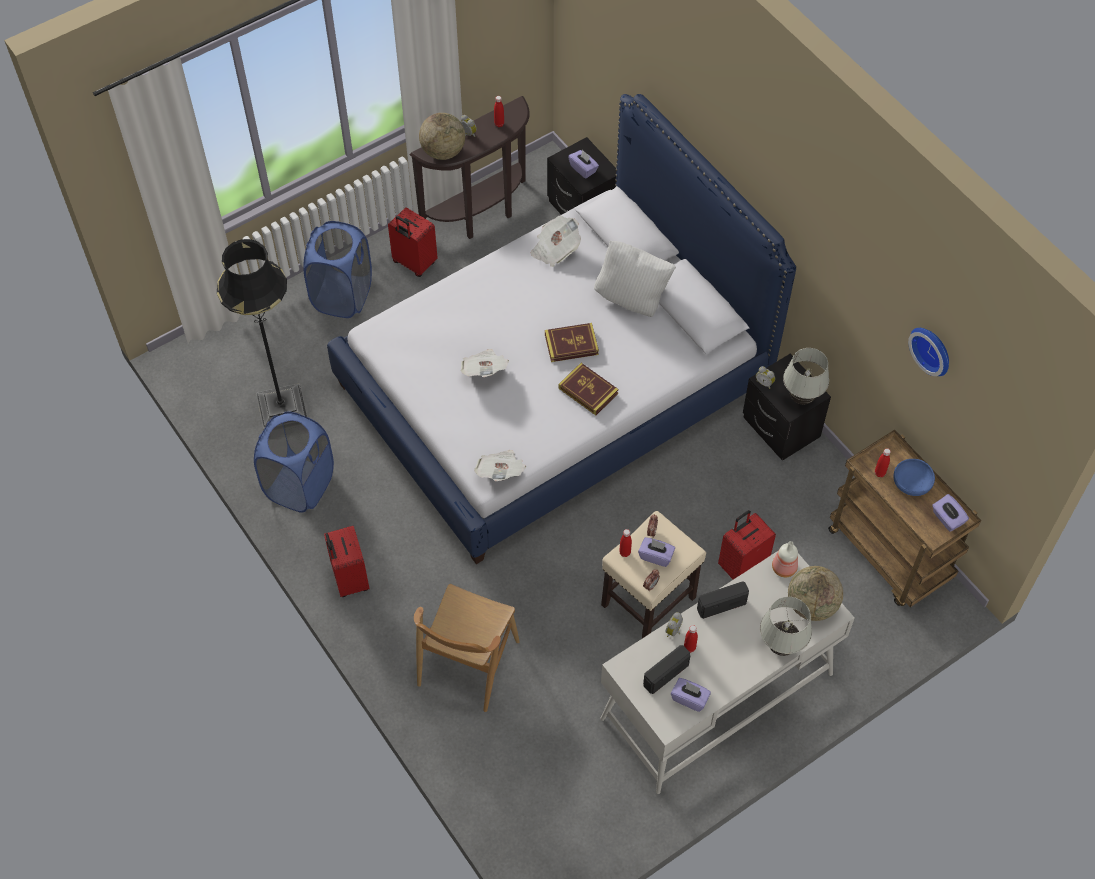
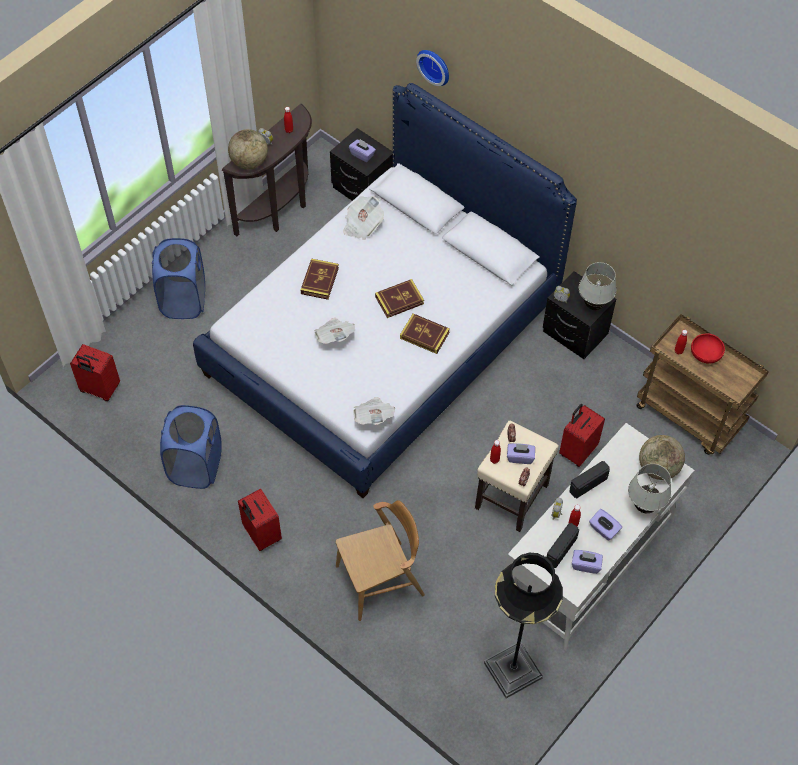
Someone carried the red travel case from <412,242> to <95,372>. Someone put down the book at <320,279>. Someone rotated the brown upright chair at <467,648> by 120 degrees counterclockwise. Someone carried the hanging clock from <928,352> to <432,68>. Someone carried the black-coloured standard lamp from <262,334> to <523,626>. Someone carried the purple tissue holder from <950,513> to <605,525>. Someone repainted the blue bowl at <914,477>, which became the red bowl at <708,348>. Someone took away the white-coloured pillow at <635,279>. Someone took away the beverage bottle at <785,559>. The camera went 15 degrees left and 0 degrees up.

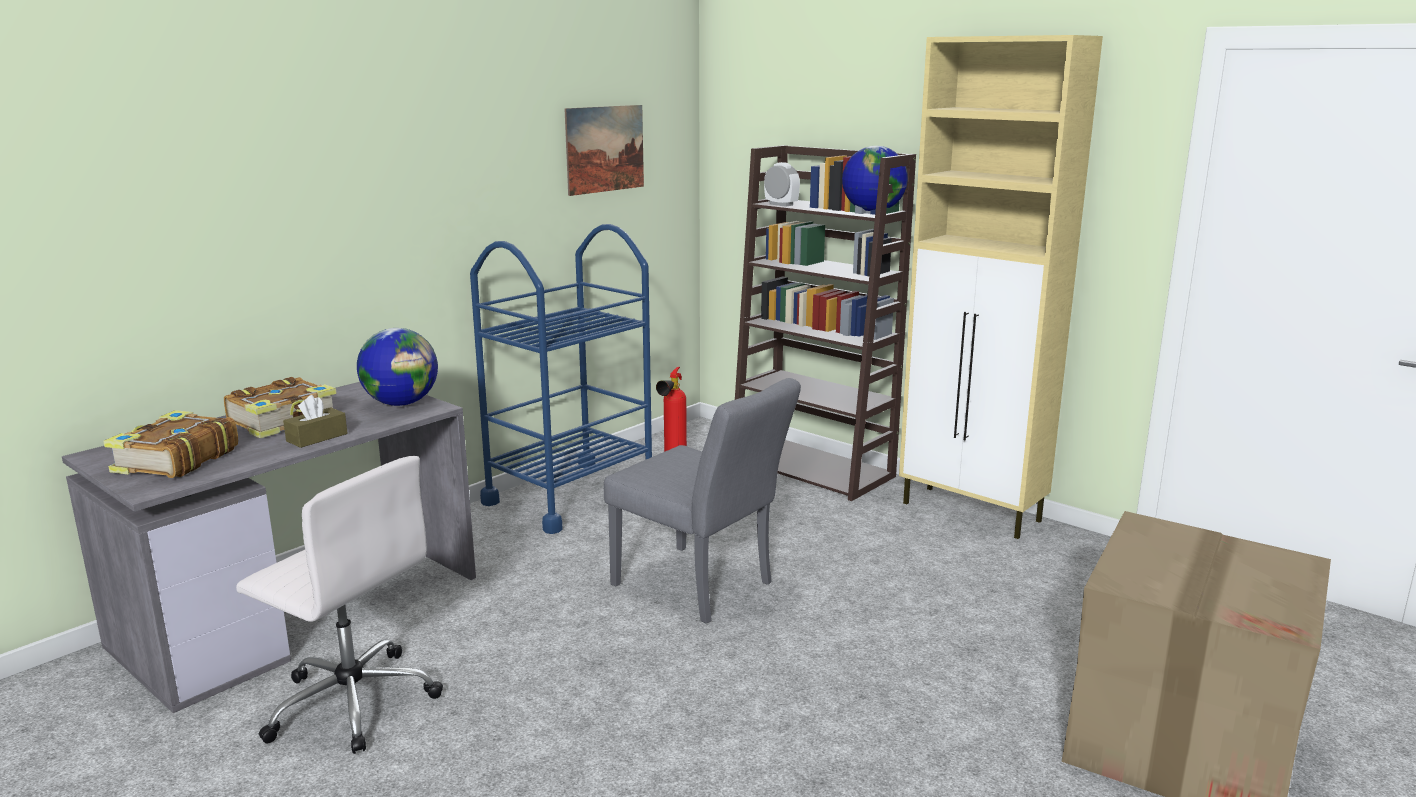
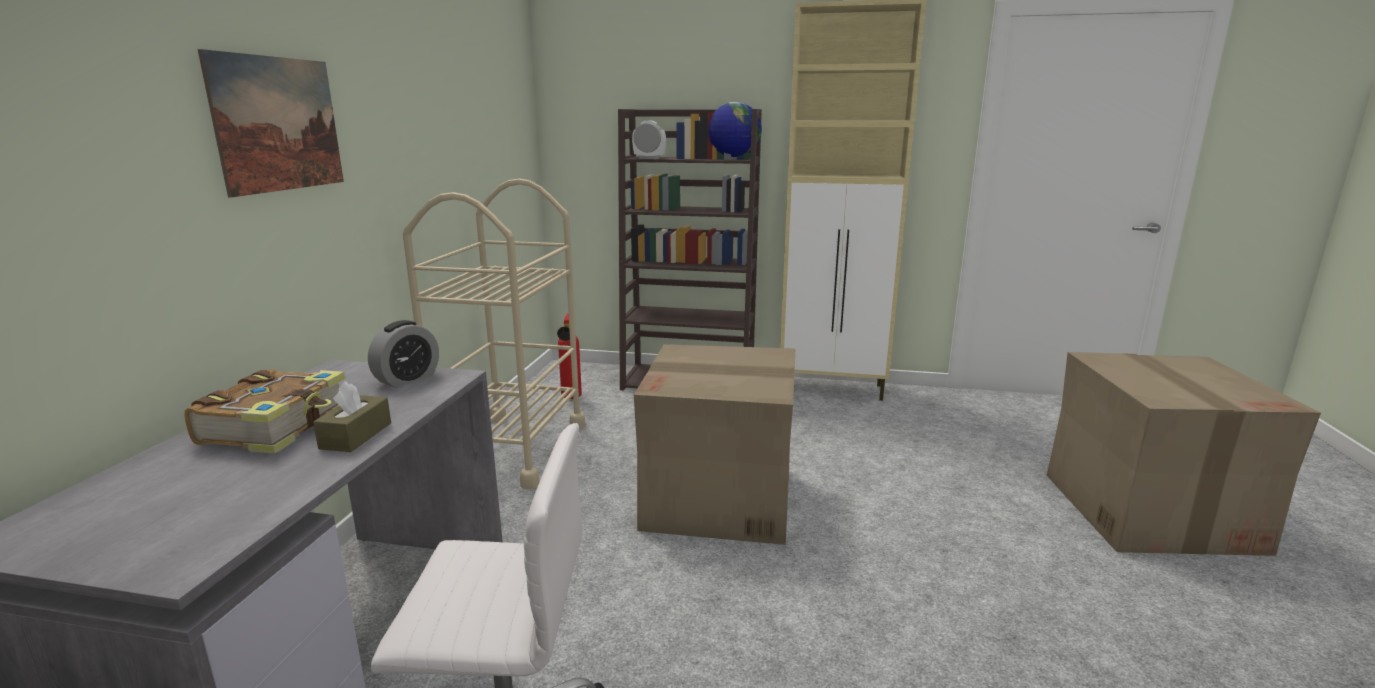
Someone carried the wall art from <604,150> to <271,123>. Someone swapped the world globe at <397,367> for the alarm clock at <403,354>. Someone repainted the blue trolley at <561,379>, which became the beige-coloured trolley at <494,334>. Someone swapped the grey upright chair at <702,501> for the carton at <714,444>. Someone took away the book at <170,444>. The camera went 30 degrees left and 0 degrees up.

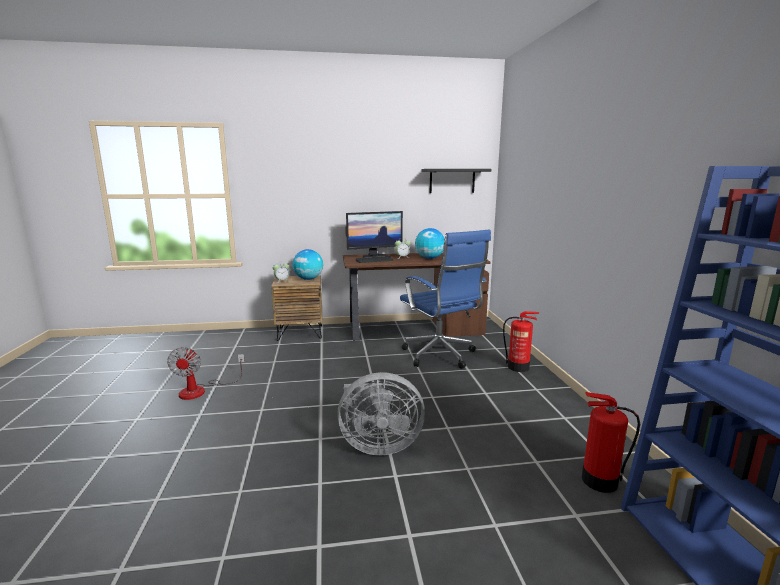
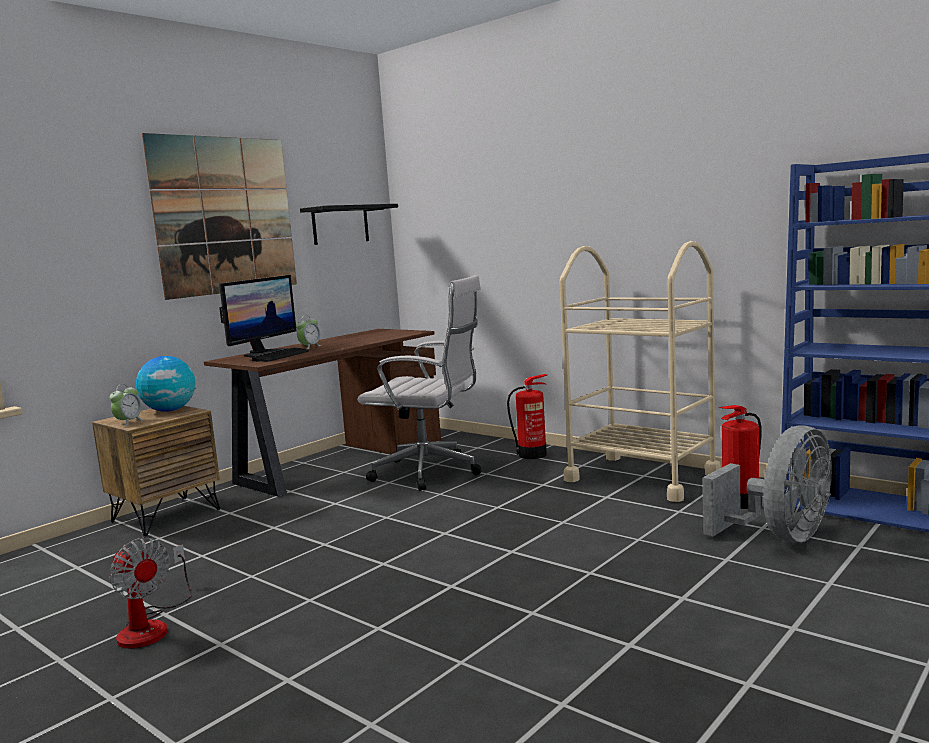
Someone put up the wall art at <219,216>. Someone repainted the blue office chair at <445,299>, which became the white-coloured office chair at <419,383>. Someone put down the beige-coloured trolley at <640,371>. Someone carried the grey fan from <381,413> to <767,484>. Someone took away the world globe at <430,243>. The camera went 40 degrees left and 5 degrees down.

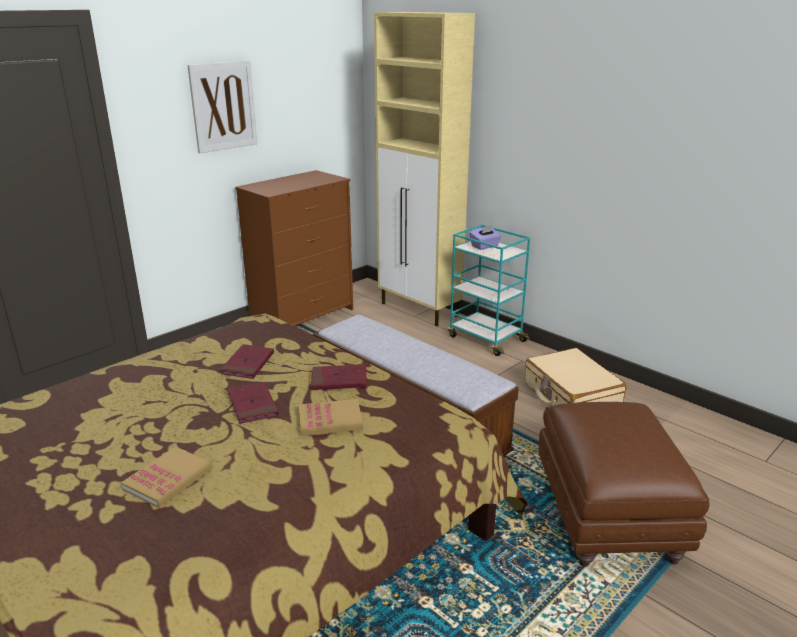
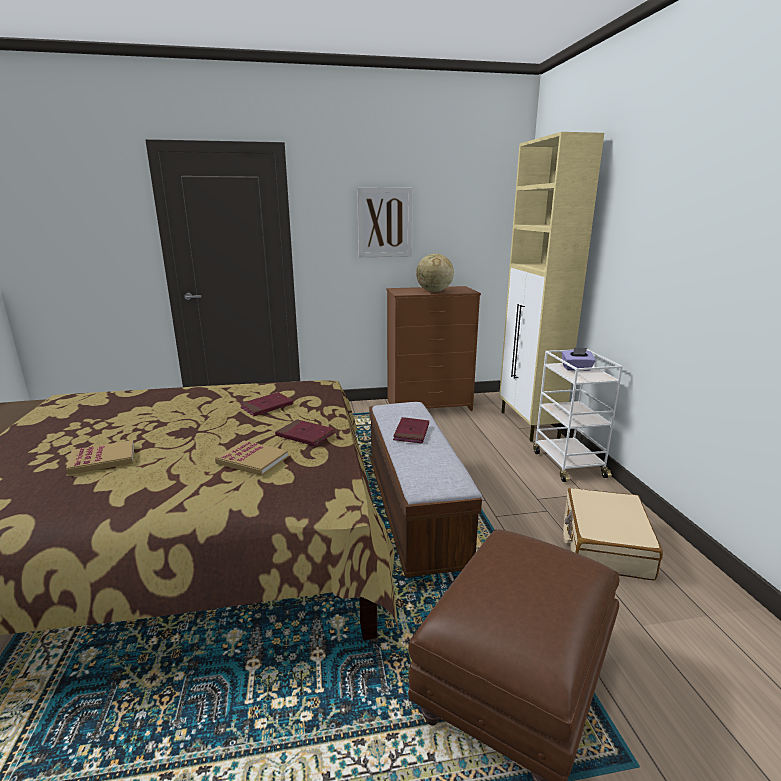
Someone carried the red book from <253,403> to <411,430>. Someone put down the world globe at <435,273>. Someone repainted the blue-green trolley at <489,290>, which became the white-coloured trolley at <578,415>. The camera went 35 degrees right and 5 degrees down.

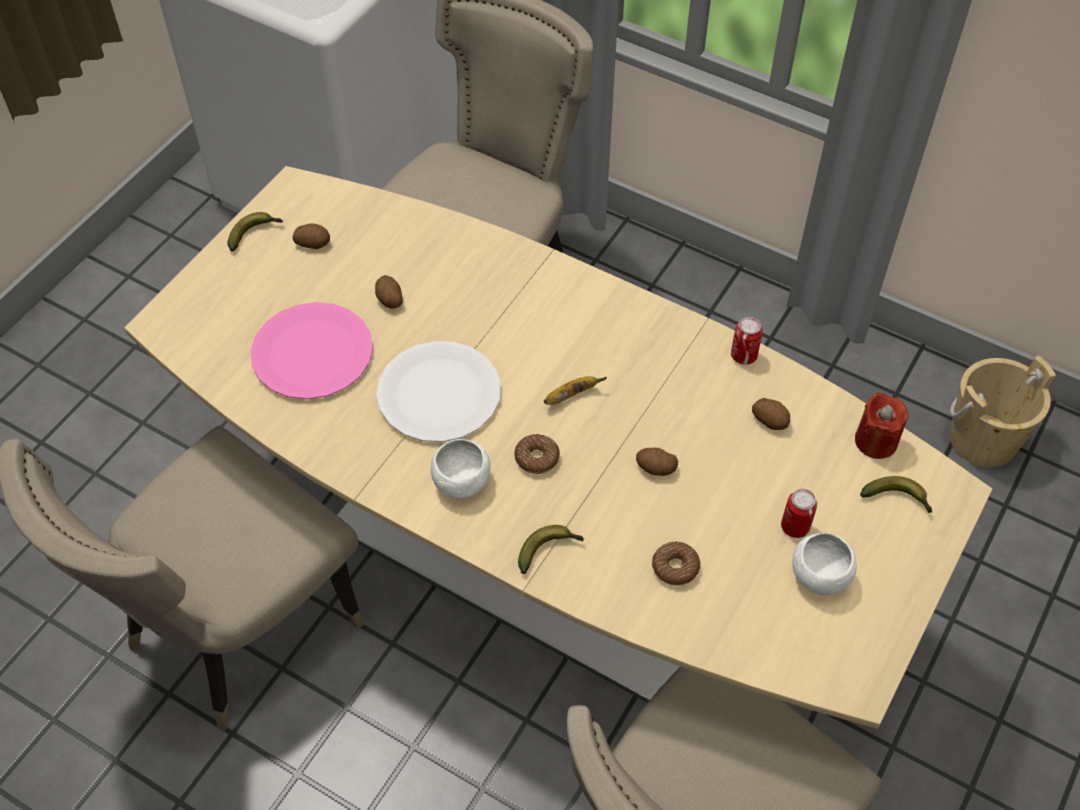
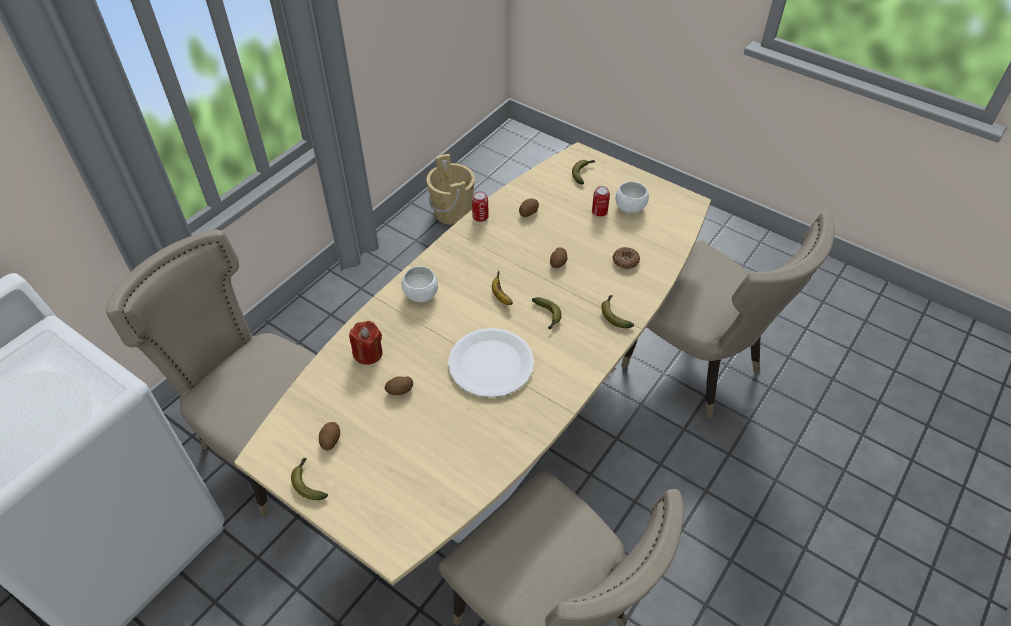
Someone carried the red wax candle from <882,426> to <366,343>. Someone carried the white-coloured bowl from <460,469> to <420,284>. Someone swapped the donut at <537,454> for the banana at <547,313>. Someone took away the pink plate at <311,350>. The camera went 85 degrees left and 5 degrees down.

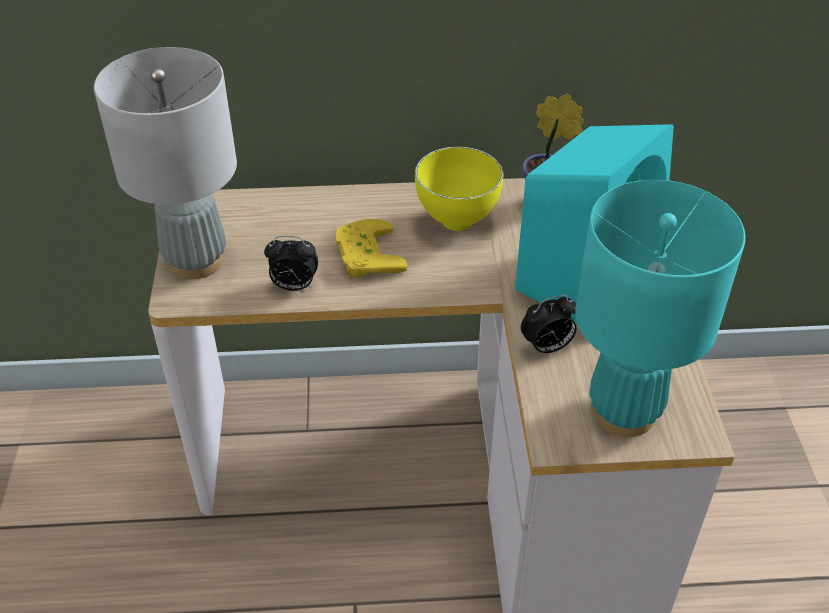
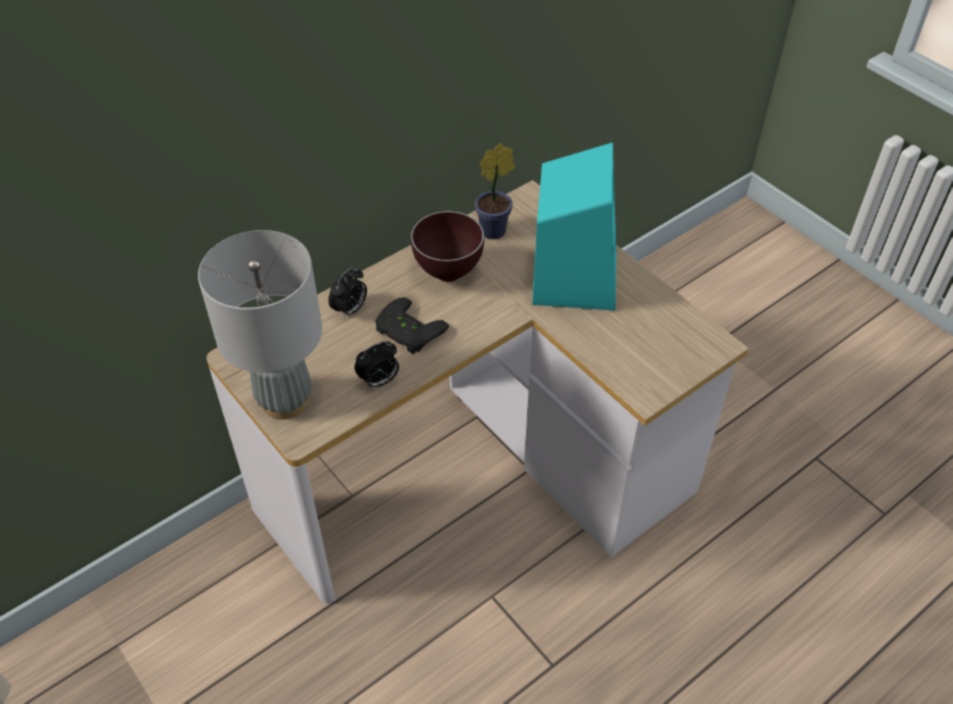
Someone carried the alarm clock from <549,324> to <347,293>. Someone repainted the yellowish gamepad at <372,248>, which became the black-coloured gamepad at <412,325>. Someone repainted the yellowish bowl at <459,188>, which became the brown bowl at <447,246>. Someone took away the blue-green tabletop lamp at <660,308>. The camera went 35 degrees left and 5 degrees up.

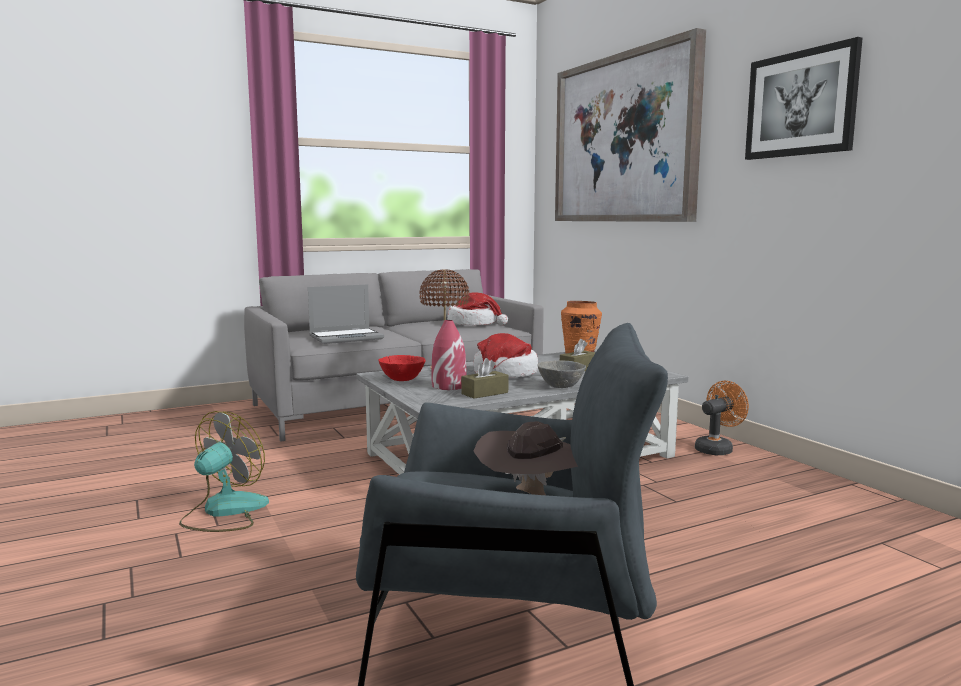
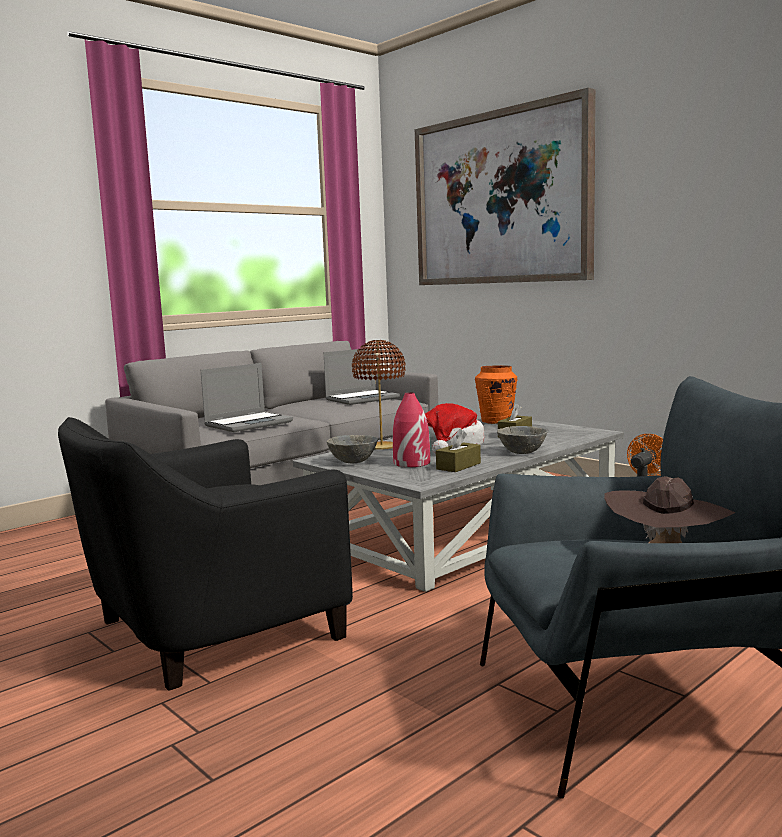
Someone swapped the fan at <224,471> for the black-coloured easy chair at <205,554>. Someone swapped the hat at <477,308> for the portable computer at <362,376>. Someone repainted the red bowl at <402,368>, which became the grey bowl at <352,449>. Someone took away the wall art at <803,98>. The camera went 15 degrees left and 0 degrees up.

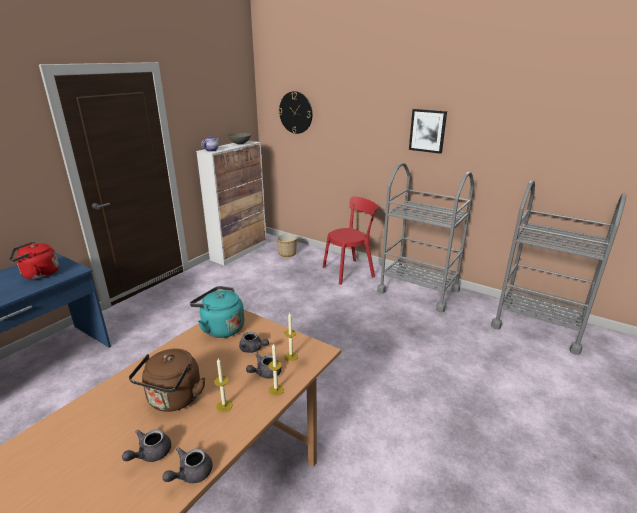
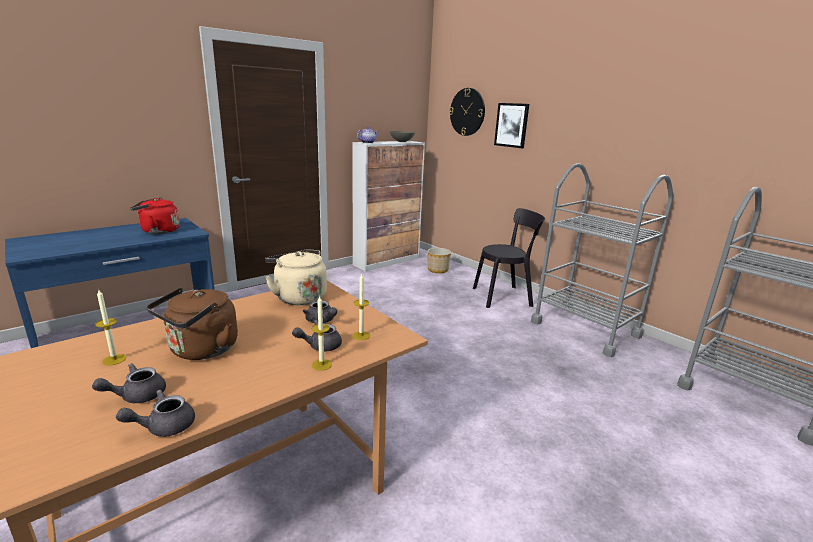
Someone carried the wax candle from <223,385> to <111,328>. Someone repainted the blue-green water kettle at <217,312>, which became the beige-coloured water kettle at <296,277>. Someone repainted the red upright chair at <350,240>, which became the black-coloured upright chair at <509,258>. Someone carried the wall art from <428,131> to <511,125>. The camera went 15 degrees right and 5 degrees down.

